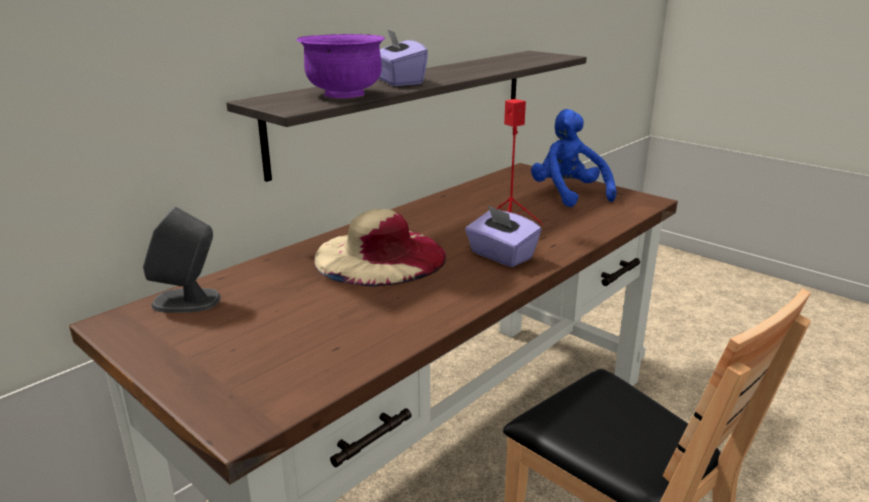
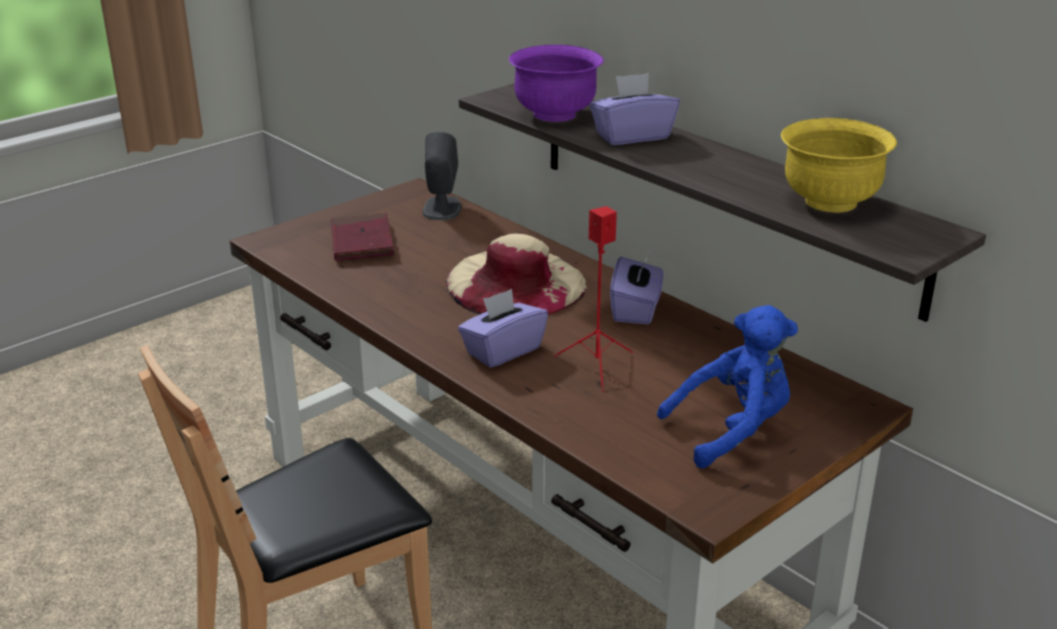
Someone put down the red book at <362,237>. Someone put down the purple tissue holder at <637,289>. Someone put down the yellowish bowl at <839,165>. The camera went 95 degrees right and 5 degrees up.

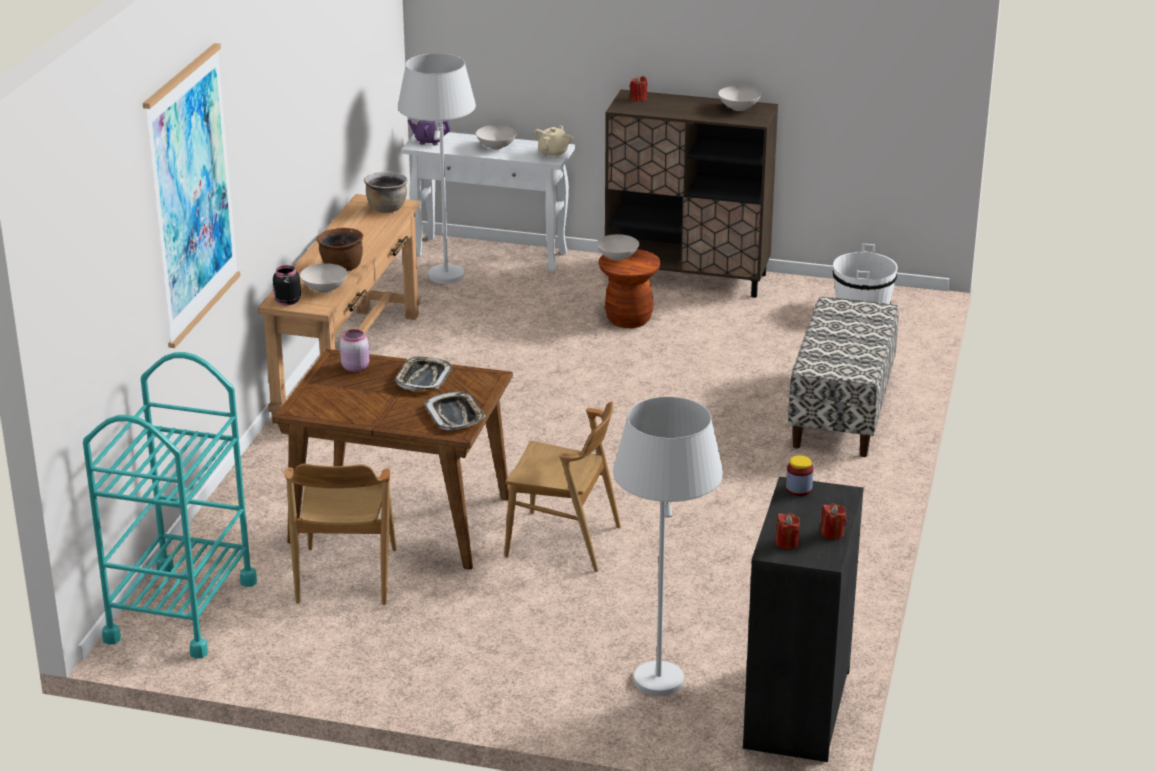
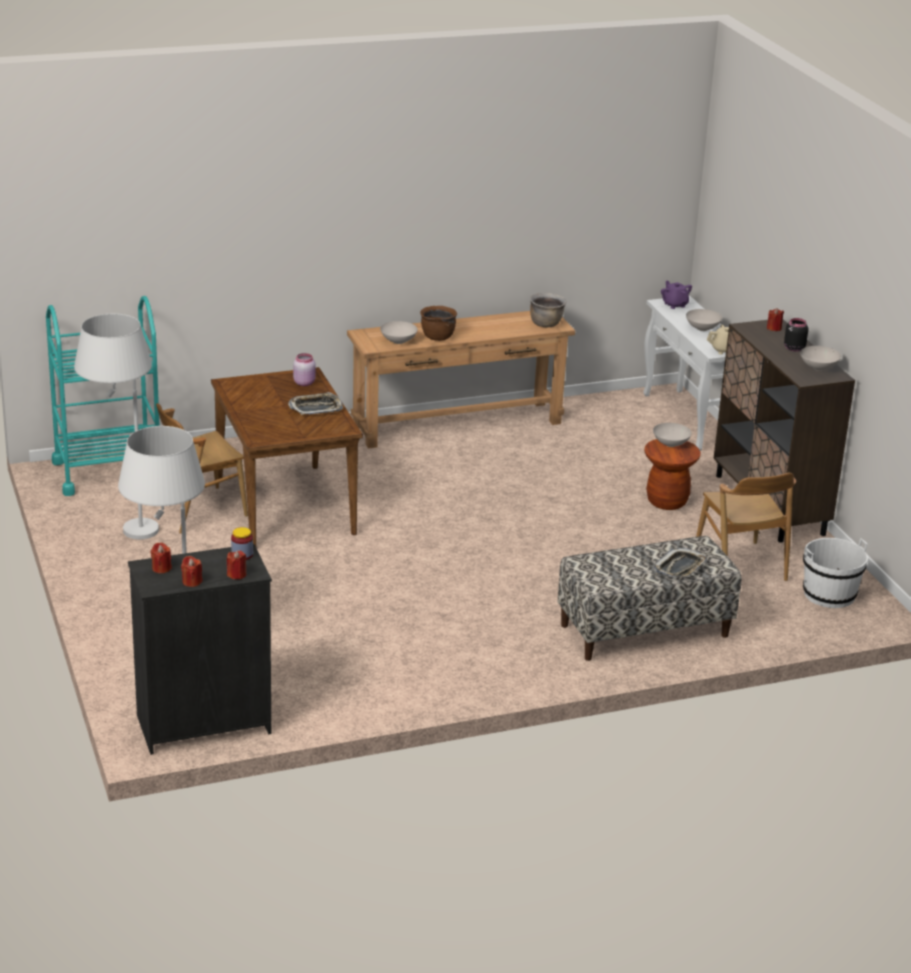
Someone carried the white-coloured standard lamp from <437,168> to <116,427>. Someone put down the red wax candle at <236,564>. Someone carried the serving tray from <455,410> to <680,562>. Someone carried the brown upright chair from <562,487> to <746,527>. Someone carried the black-coloured storage jar from <287,285> to <796,335>. Someone took away the wall art at <192,195>. The camera went 55 degrees right and 0 degrees up.

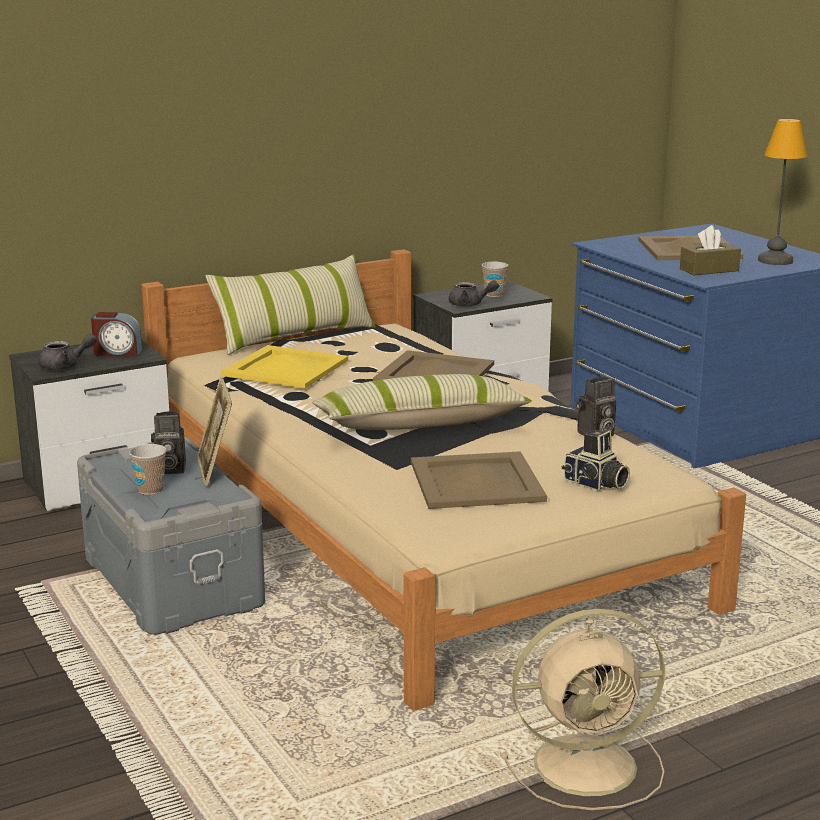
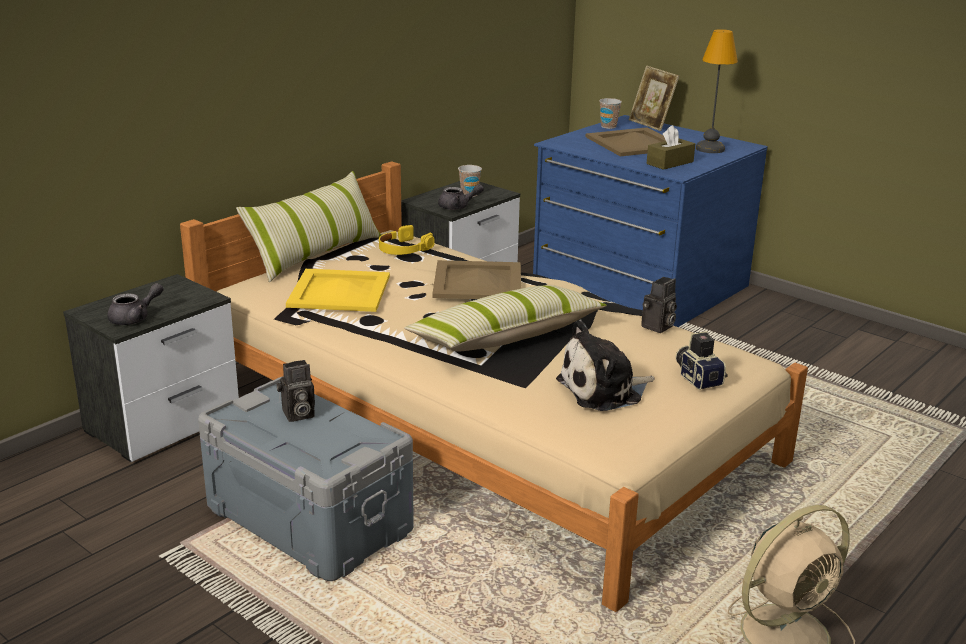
Someone put down the yellowish headphones at <407,240>. Someone swapped the beige-coloured serving tray at <479,480> for the plush toy at <605,365>. Someone carried the cup from <148,469> to <610,113>. Someone carried the photo frame from <214,431> to <654,98>. Someone rotated the photo camera at <596,460> by 135 degrees counterclockwise. Someone took away the alarm clock at <116,334>. The camera went 20 degrees left and 5 degrees up.

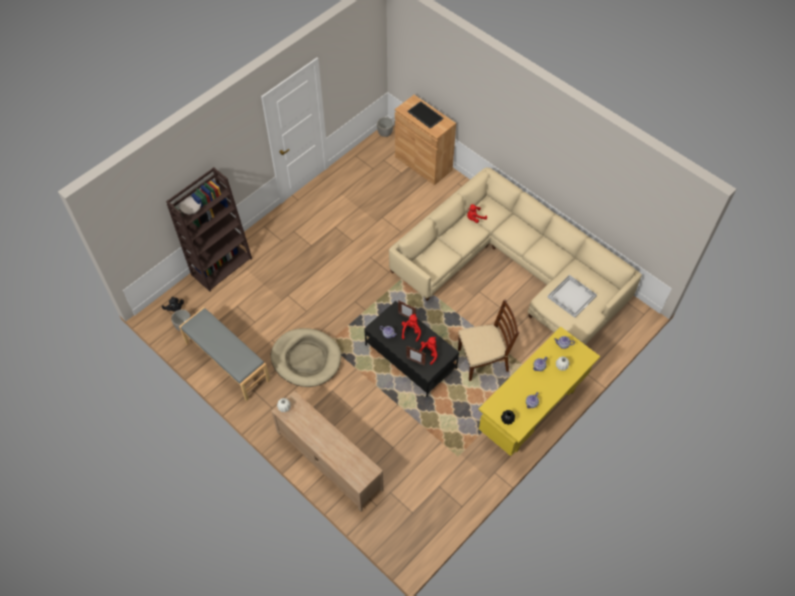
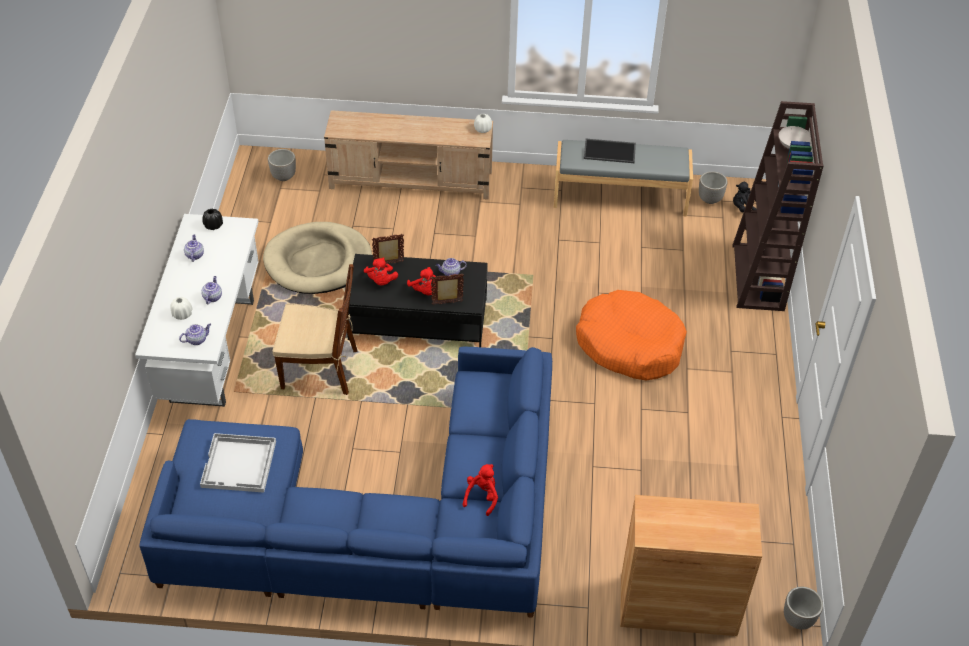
Someone repainted the yellowish desk table at <539,391>, which became the white-coloured desk table at <197,310>. Someone repainted the beige-coloured settee at <515,256>, which became the blue settee at <345,482>. Someone carried the beige-coloured dog bed from <305,357> to <317,258>. Someone put down the planter at <282,165>. Someone rotated the brown upright chair at <488,340> by 120 degrees counterclockwise. Someone put down the orangey dog bed at <631,335>. Someone carried the serving tray from <425,115> to <610,151>. The camera went 140 degrees right and 10 degrees down.

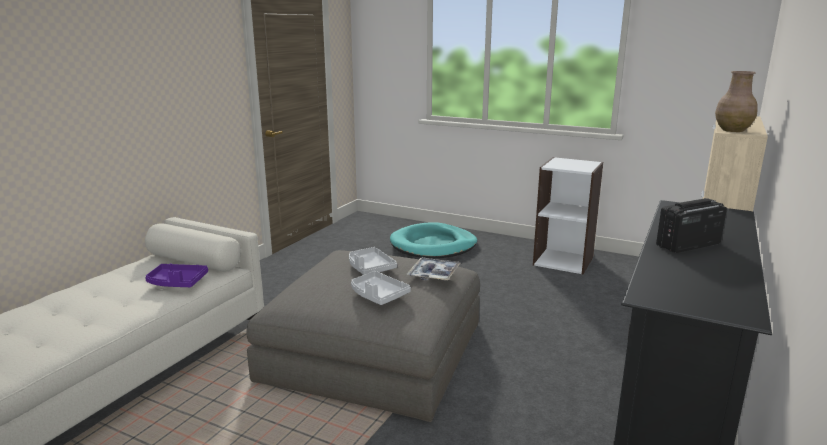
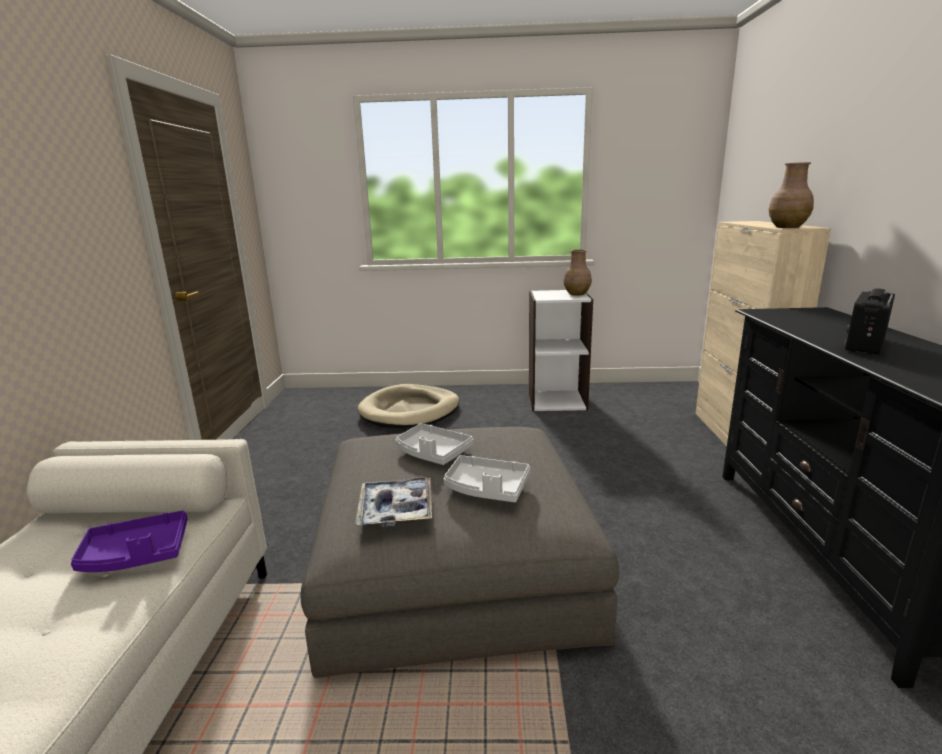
Someone carried the serving tray from <434,269> to <394,502>. Someone repainted the blue-green dog bed at <433,241>, which became the beige-coloured dog bed at <408,406>. Someone put down the brown decorative vase at <577,273>. The camera went 25 degrees left and 0 degrees up.

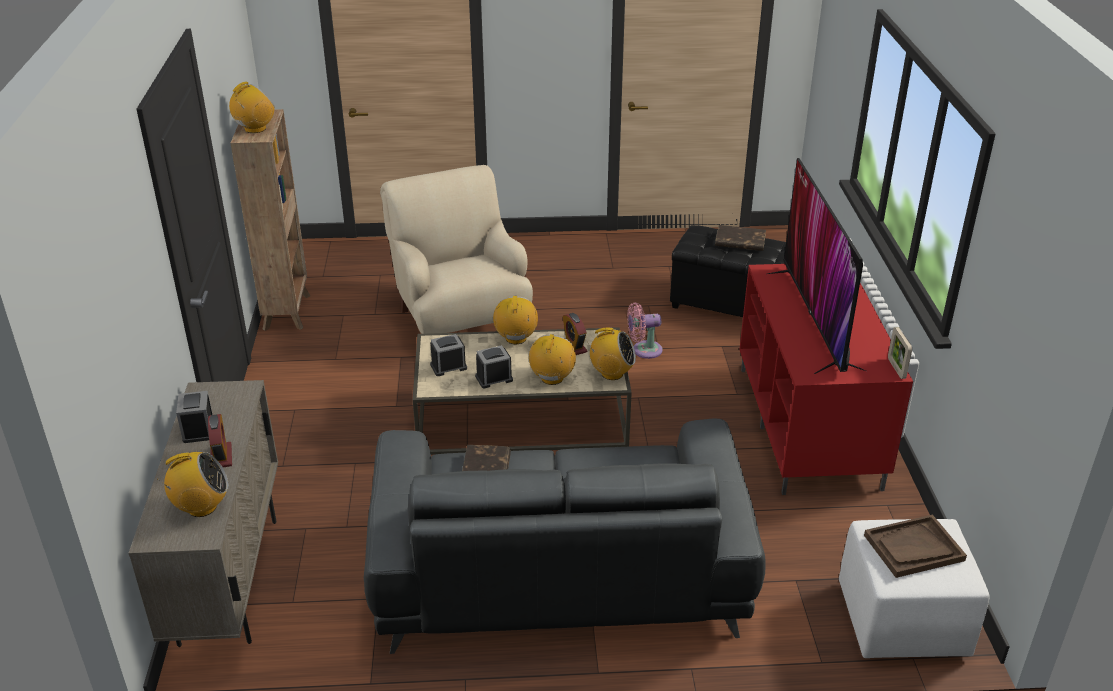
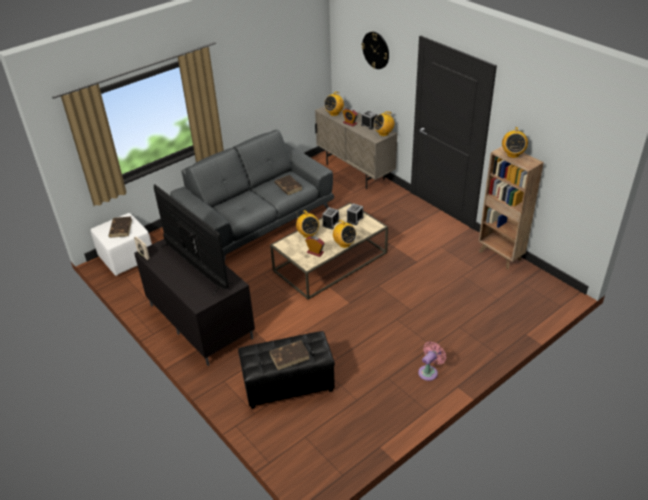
Someone swapped the brown serving tray at <915,546> for the brown book at <120,227>. Someone repainted the red media console at <826,379>, which became the black-coloured media console at <194,302>. Someone put up the hanging clock at <375,50>. Someone carried the radio from <611,354> to <384,123>. Someone carried the pink fan from <645,330> to <432,361>. Someone took away the beige-coloured easy chair at <456,249>. The camera went 145 degrees right and 5 degrees up.

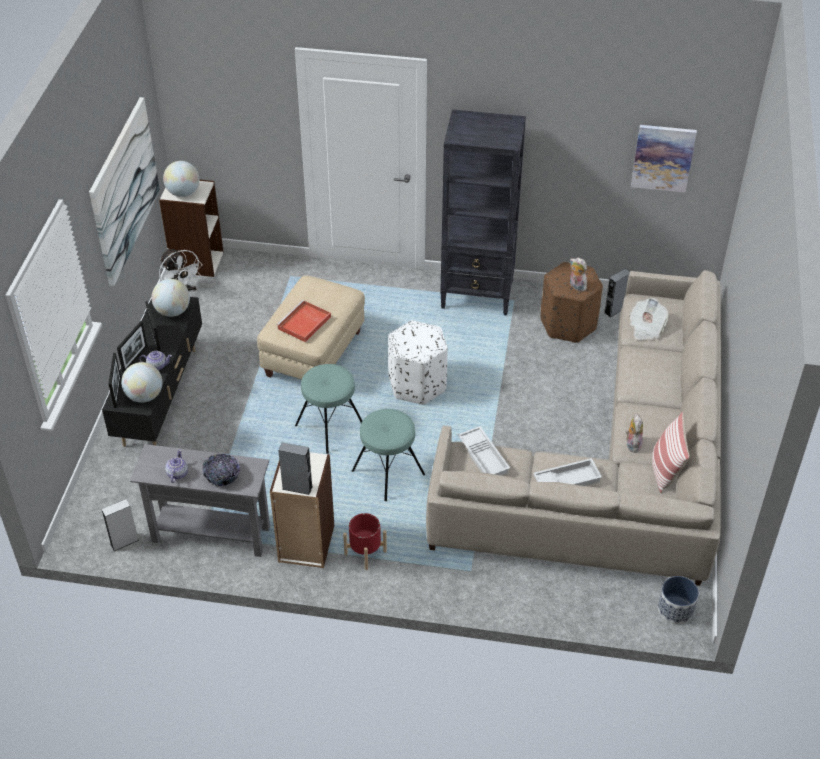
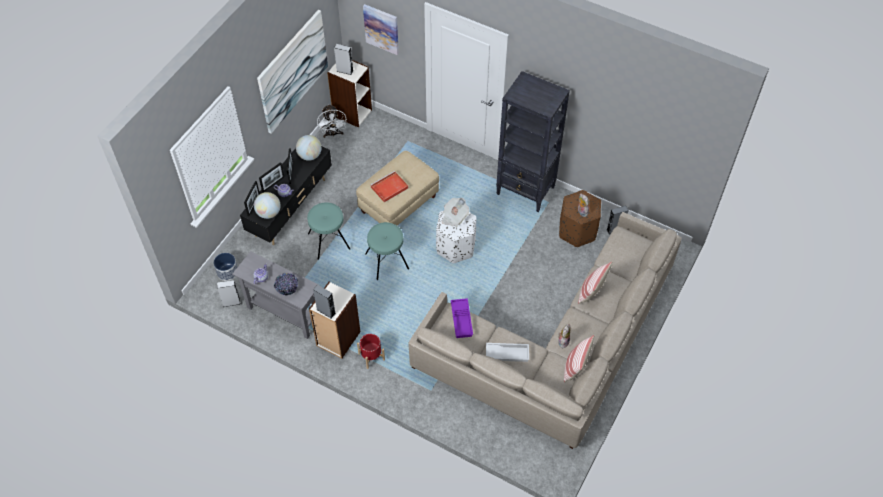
Someone carried the planter from <678,600> to <225,267>. Someone carried the blue-green stool seat from <388,455> to <328,231>. Someone swapped the world globe at <181,179> for the grey loudspeaker at <343,59>. Someone carried the wall art from <664,159> to <381,29>. Someone carried the newspaper from <649,319> to <455,212>. Someone repainted the white-coloured serving tray at <484,450>, which became the purple serving tray at <462,318>. Someone put down the pillow at <595,283>. The camera went 20 degrees right and 10 degrees up.

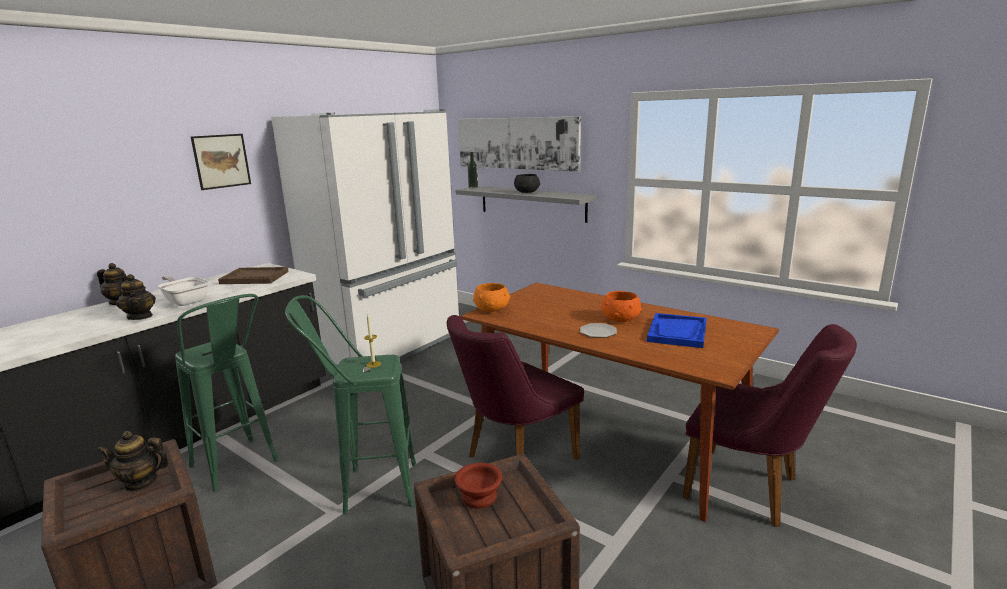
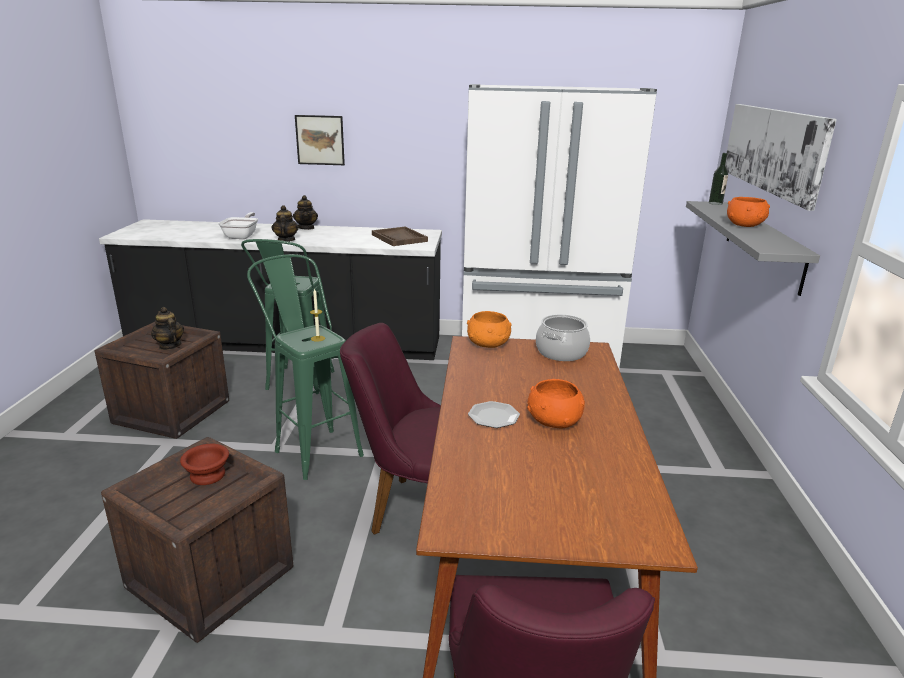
Someone carried the pan from <183,290> to <238,225>. Someone rotated the pot for tea at <136,297> by 150 degrees clockwise. Someone carried the wall art from <221,162> to <320,140>. Someone put down the saucepot at <563,337>. Someone repainted the black-coloured bowl at <527,183>, which became the orangey bowl at <748,212>. Someone took away the blue serving tray at <677,330>. The camera went 55 degrees right and 5 degrees up.

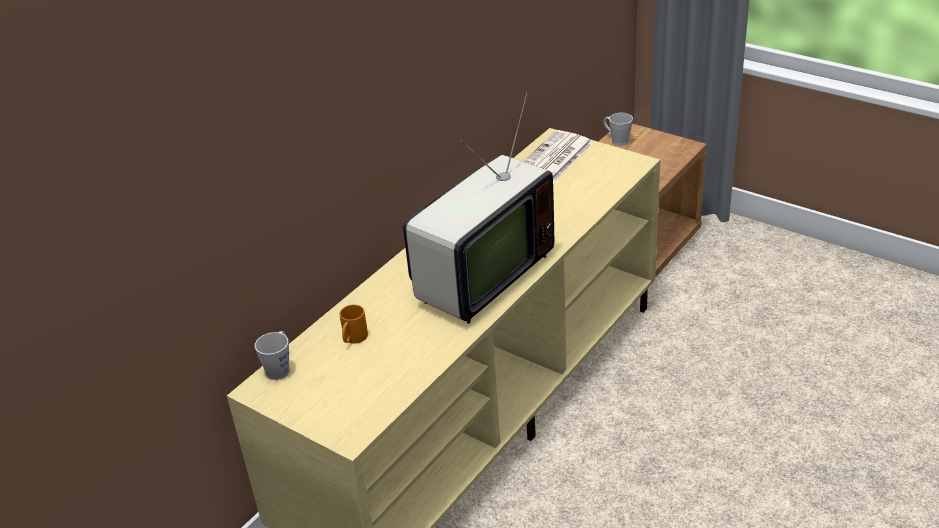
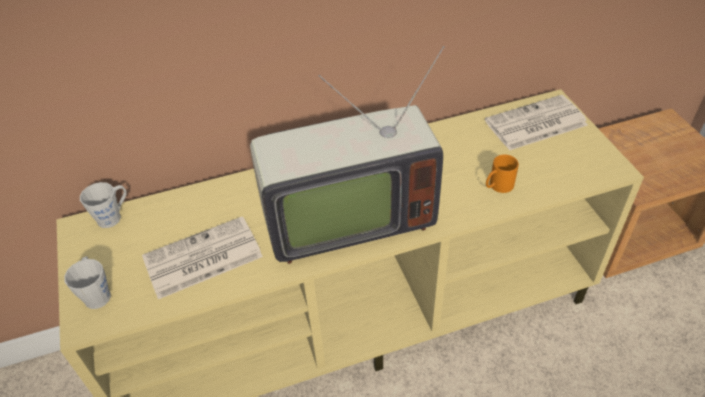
Someone carried the grey mug from <618,129> to <87,282>. Someone put down the newspaper at <202,257>. Someone carried the orangey mug from <354,324> to <502,173>. The camera went 35 degrees right and 10 degrees up.

